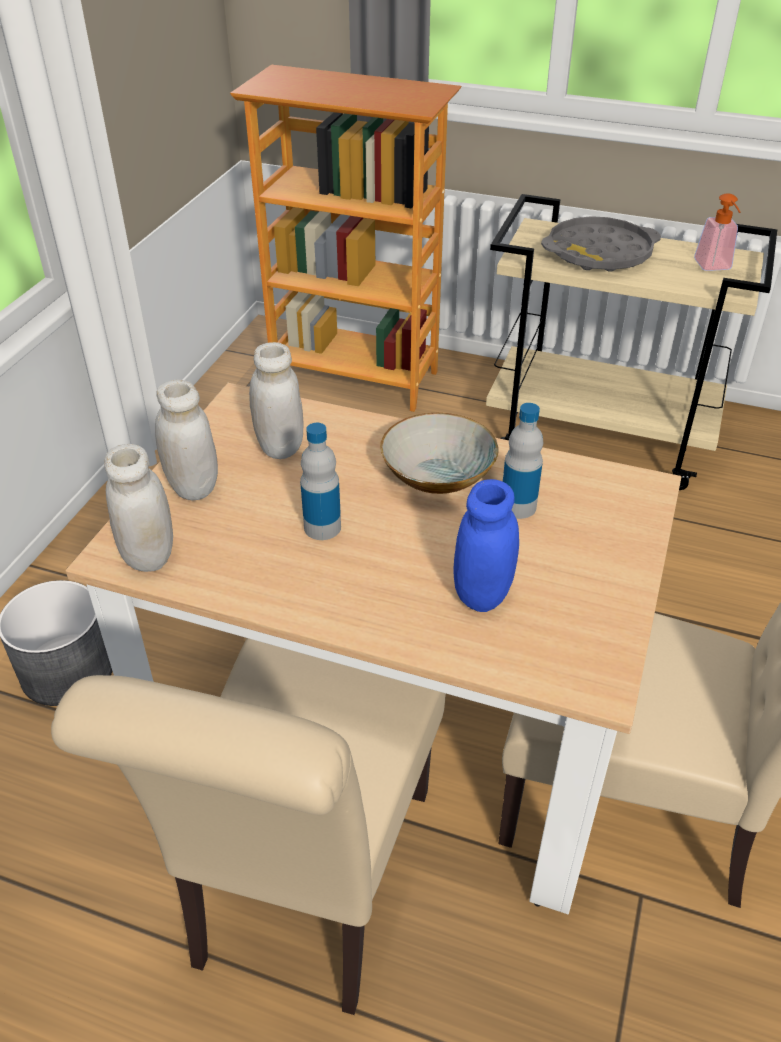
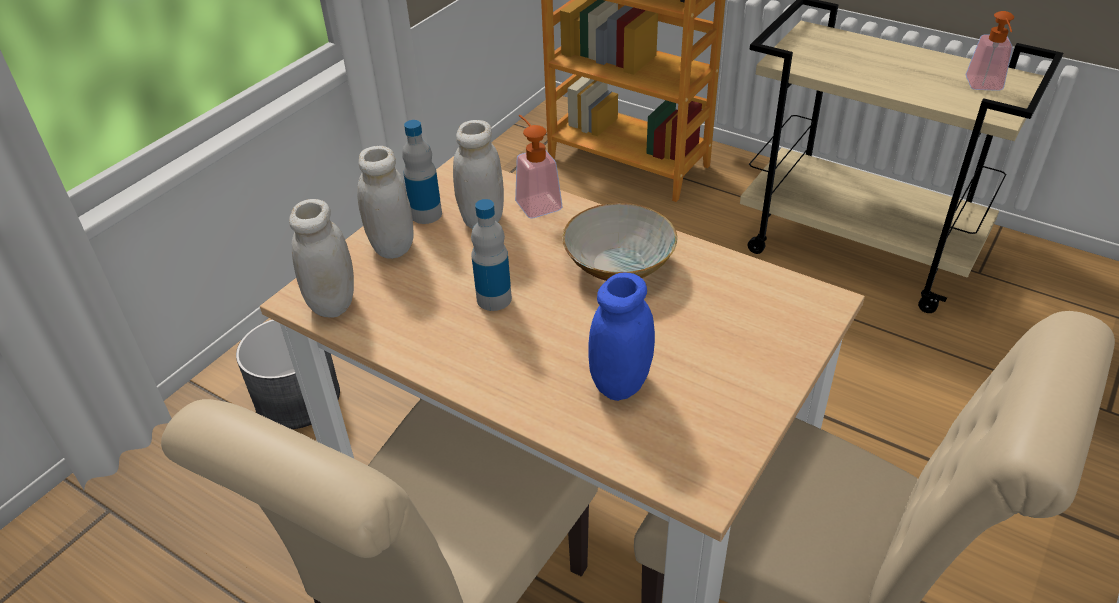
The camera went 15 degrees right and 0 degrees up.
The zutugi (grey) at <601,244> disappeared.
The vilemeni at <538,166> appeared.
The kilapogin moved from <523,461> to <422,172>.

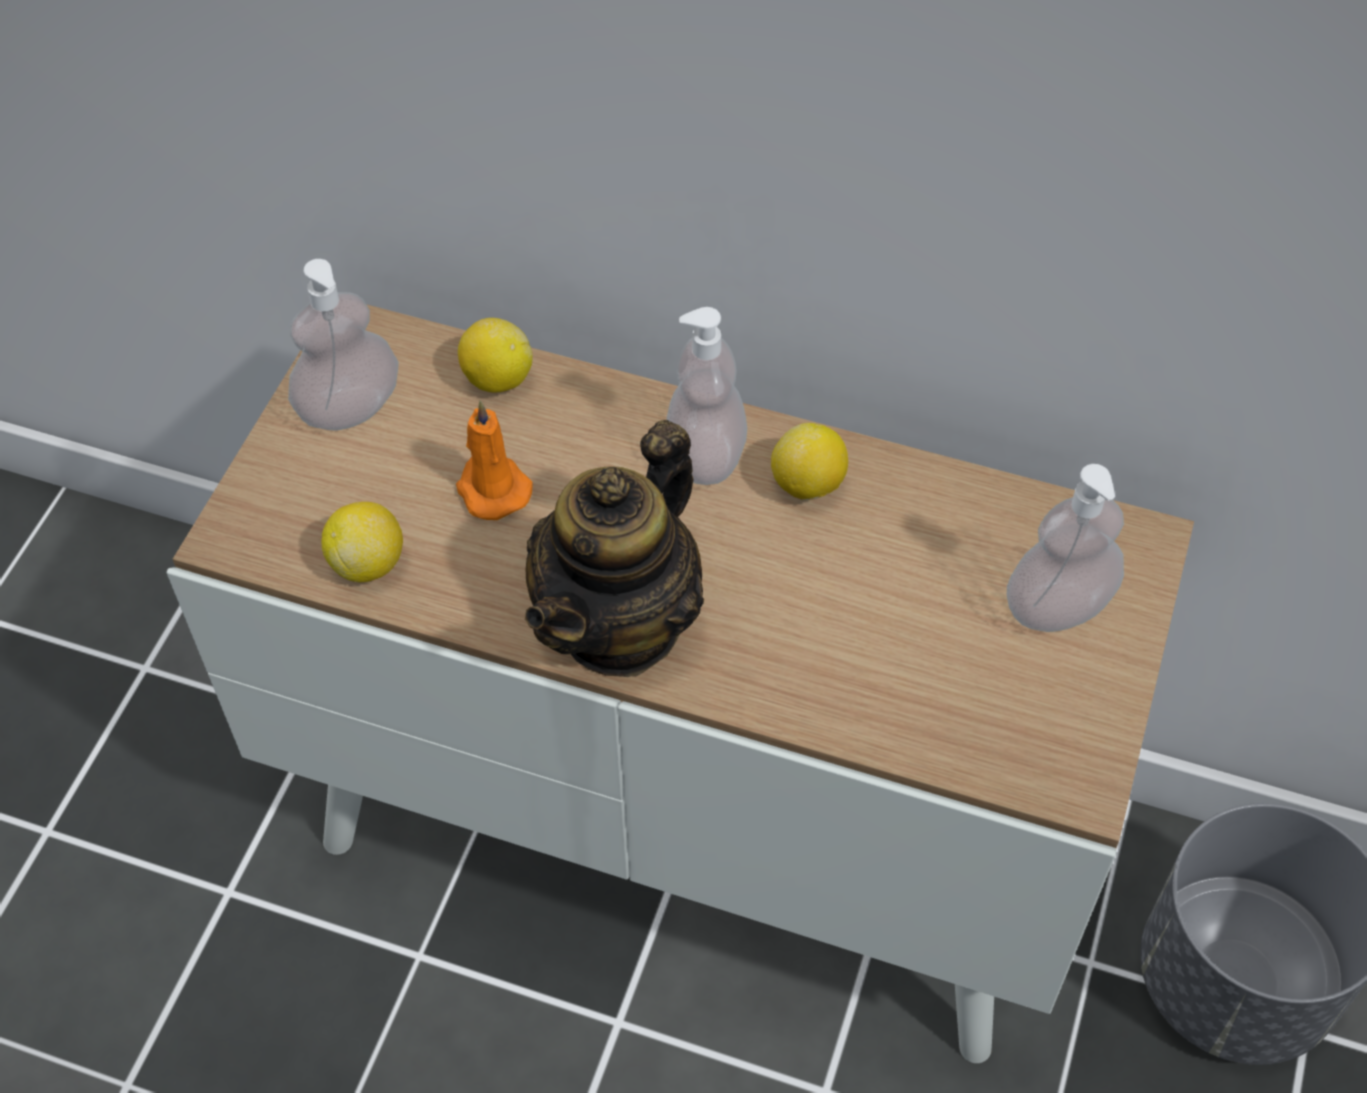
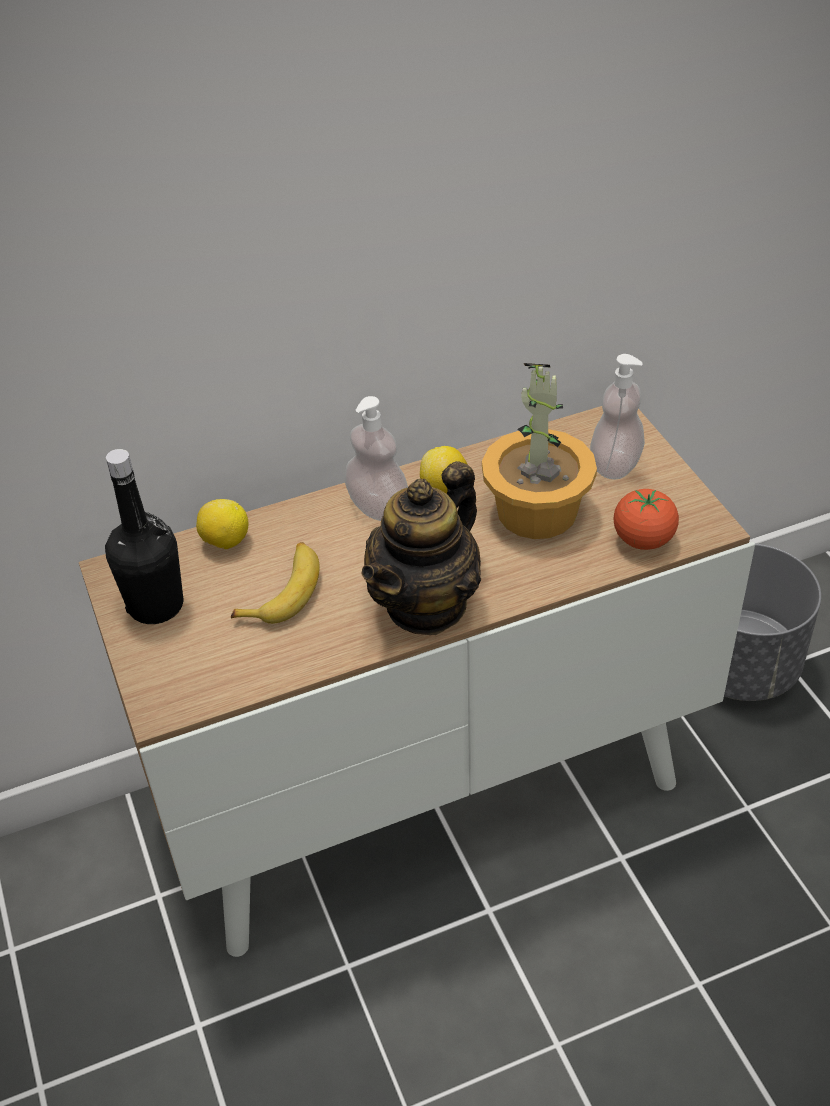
The camera went 40 degrees left and 10 degrees down.
The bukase at <362,542> disappeared.
The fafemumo at <539,451> appeared.
The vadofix at <646,519> appeared.
The vilemeni at <343,344> was replaced by the kilapogin (black) at <144,536>.
The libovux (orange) at <494,460> was replaced by the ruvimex at <275,583>.
The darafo at <614,548> turned 45 degrees clockwise.

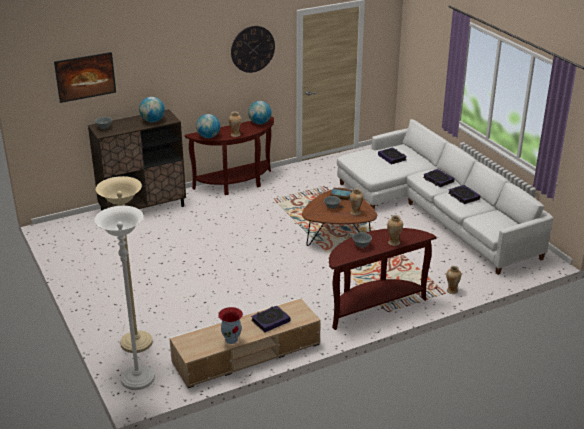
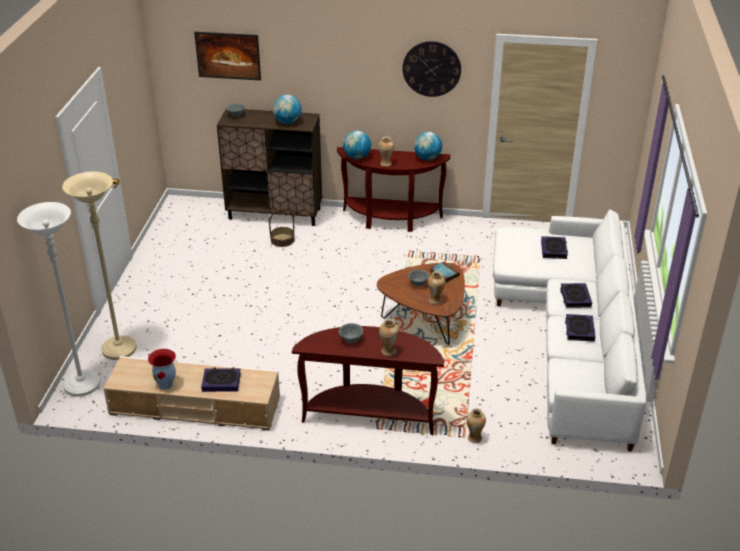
The camera went 35 degrees right and 5 degrees up.
The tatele at <282,227> appeared.

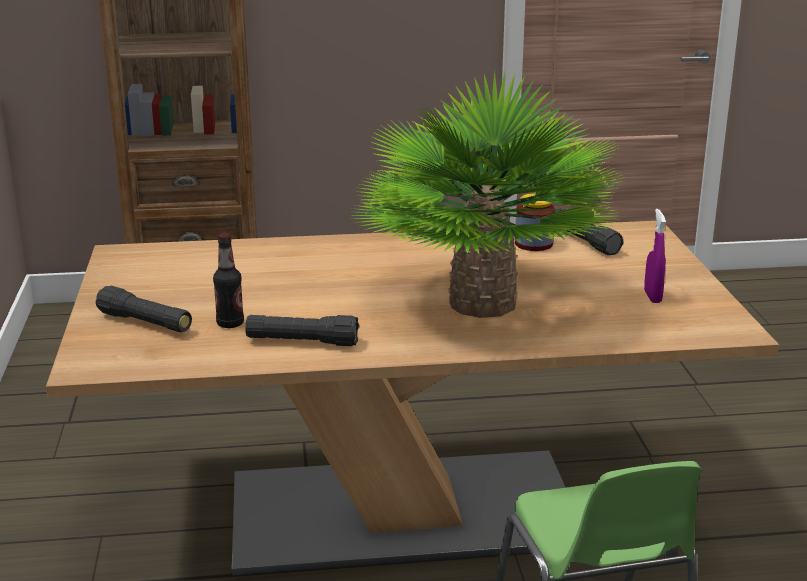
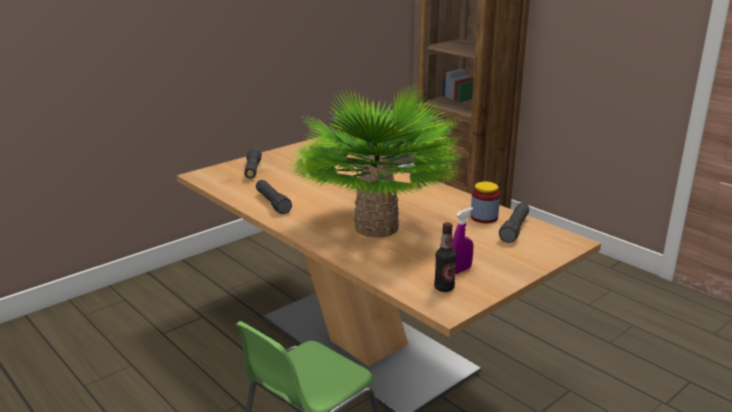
The camera went 55 degrees right and 0 degrees up.
The kilapogin moved from <228,280> to <445,257>.

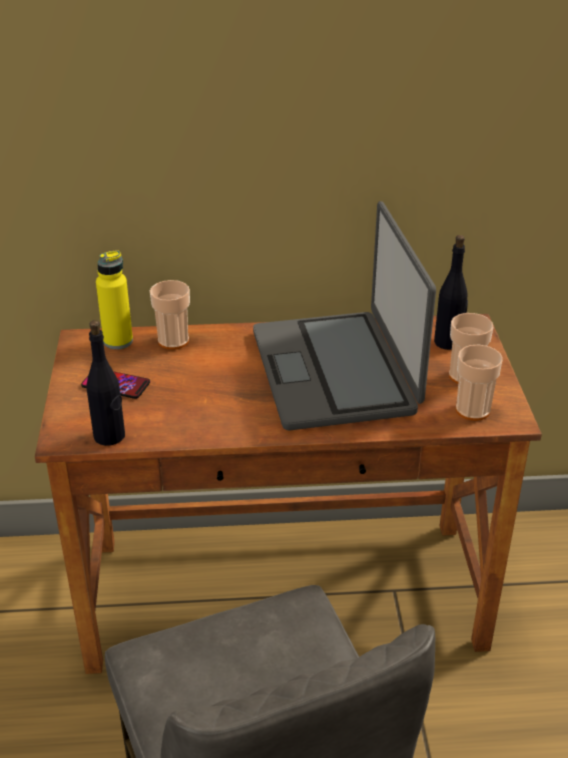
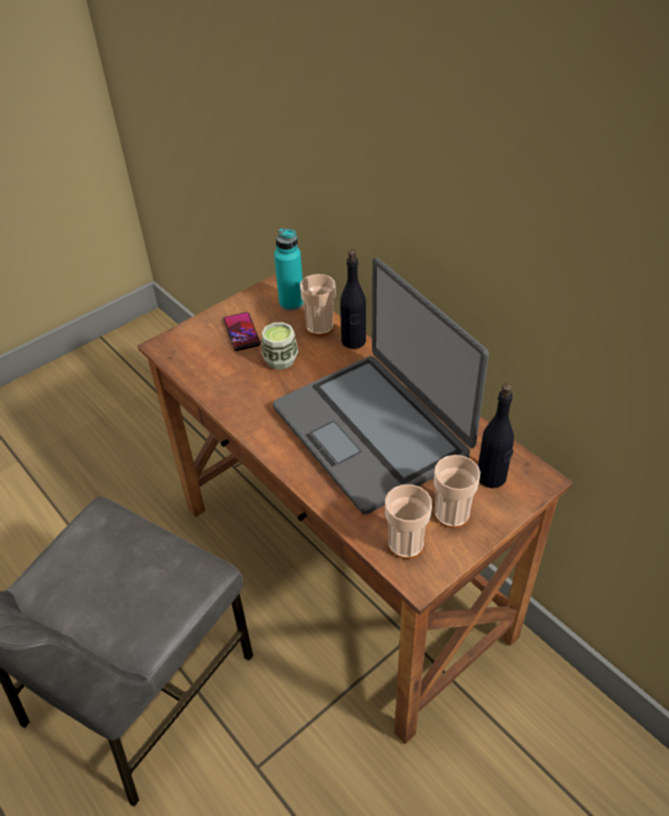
The camera went 55 degrees right and 10 degrees up.
The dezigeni at <280,346> appeared.
The kilapogin (black) moved from <106,383> to <353,299>.
The kilapogin (yellow) at <114,299> became the kilapogin (turquoise) at <289,269>.
The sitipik at <344,315> turned 75 degrees counterclockwise.

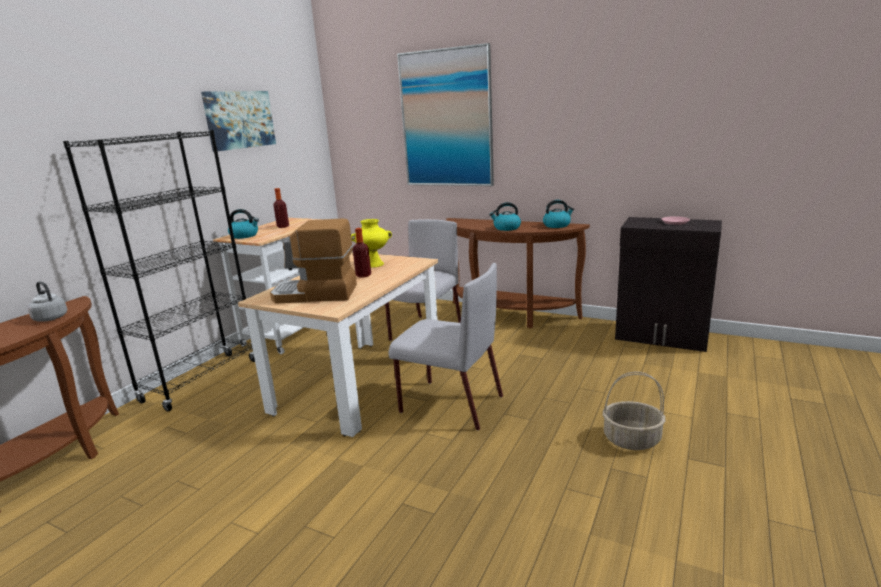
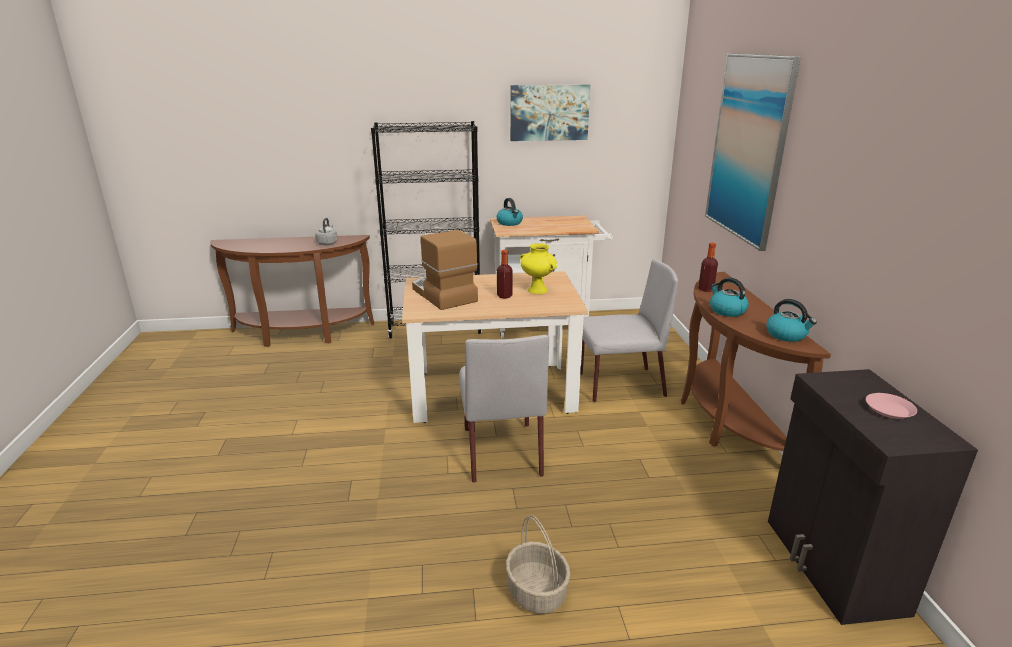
The camera went 55 degrees right and 5 degrees up.
The kilapogin moved from <281,208> to <708,267>.

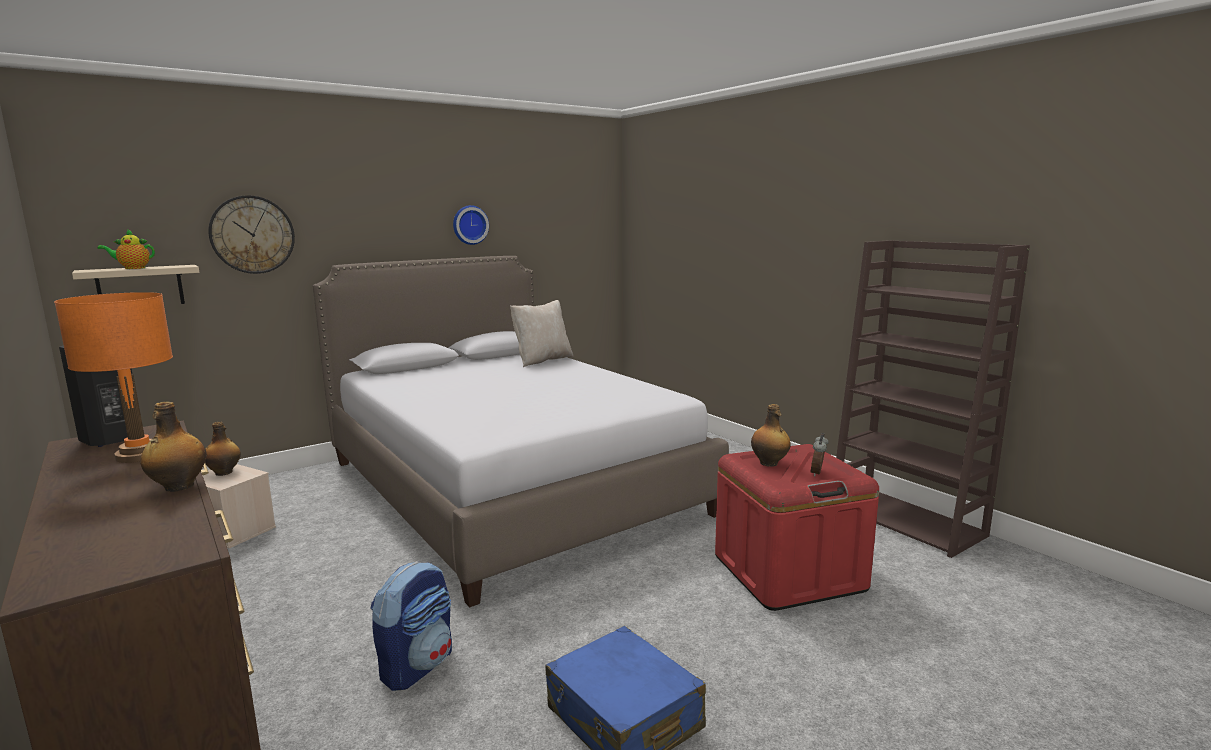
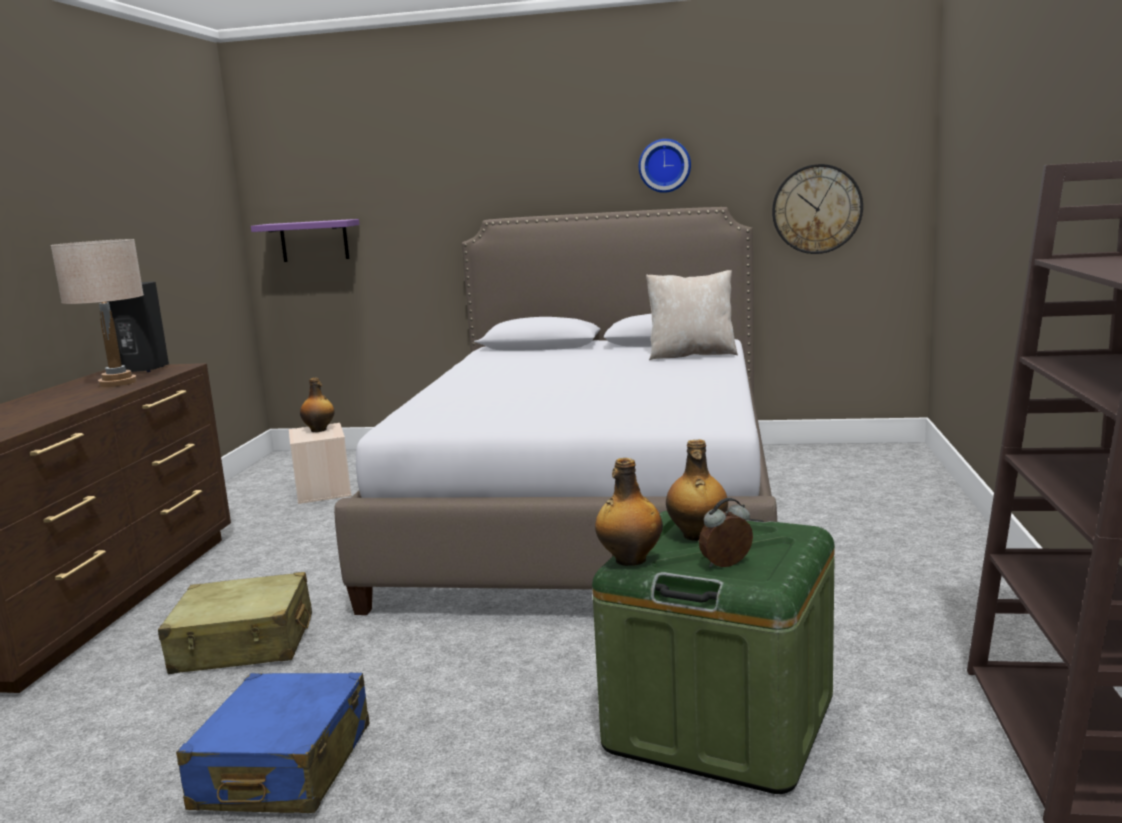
The camera went 45 degrees right and 0 degrees up.
The darafo at <126,249> disappeared.
The kilapogin moved from <173,447> to <629,512>.
The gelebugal moved from <251,234> to <817,209>.
The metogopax at <411,626> was replaced by the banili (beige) at <235,623>.
The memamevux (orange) at <113,377> became the memamevux (beige) at <97,313>.
The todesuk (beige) at <136,284> became the todesuk (purple) at <305,240>.
The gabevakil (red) at <797,527> became the gabevakil (green) at <713,652>.

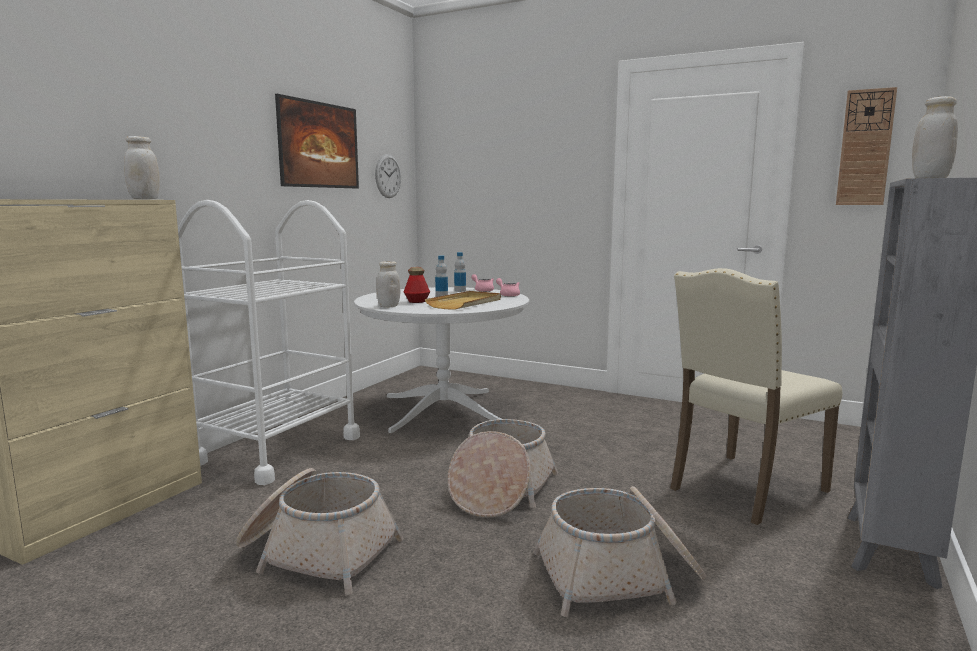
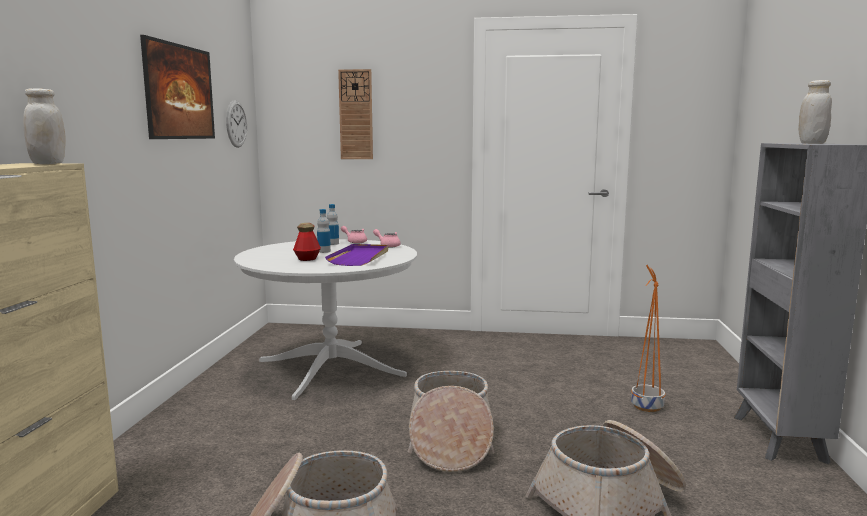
The camera went 20 degrees left and 0 degrees up.
The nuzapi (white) at <269,342> disappeared.
The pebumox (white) at <388,284> disappeared.
The gelebugal moved from <866,146> to <355,114>.
The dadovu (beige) at <756,396> was replaced by the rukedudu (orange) at <648,338>.
The zutugi (beige) at <463,300> became the zutugi (purple) at <356,255>.

